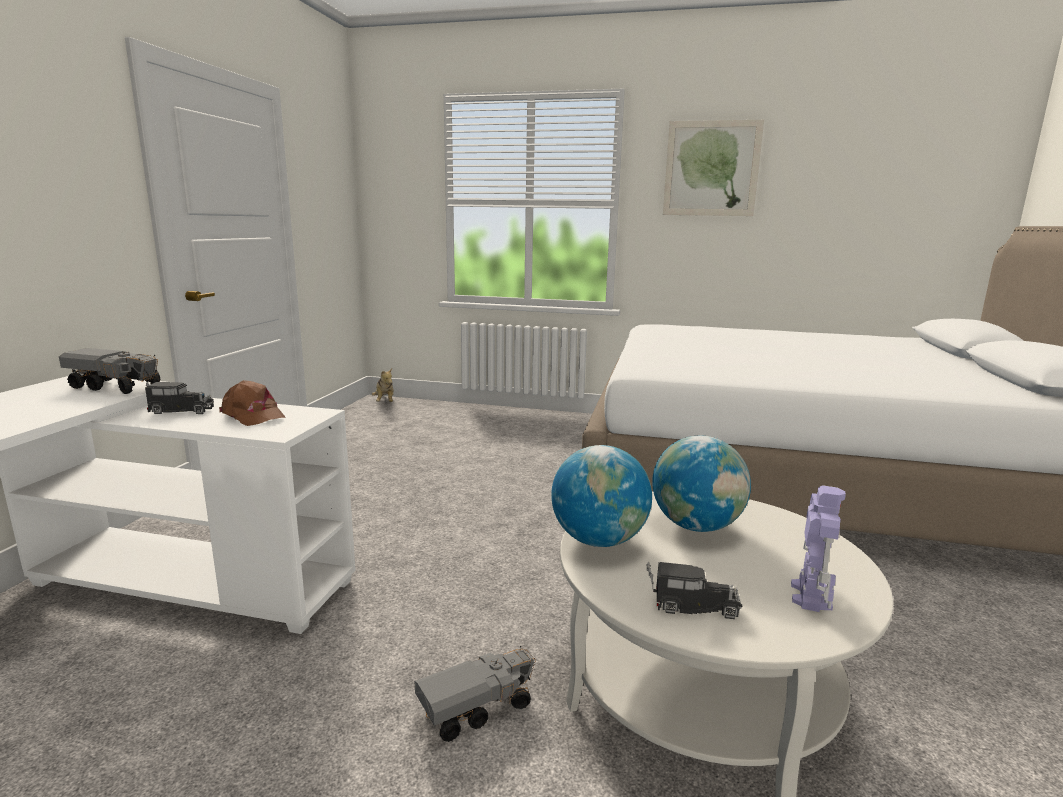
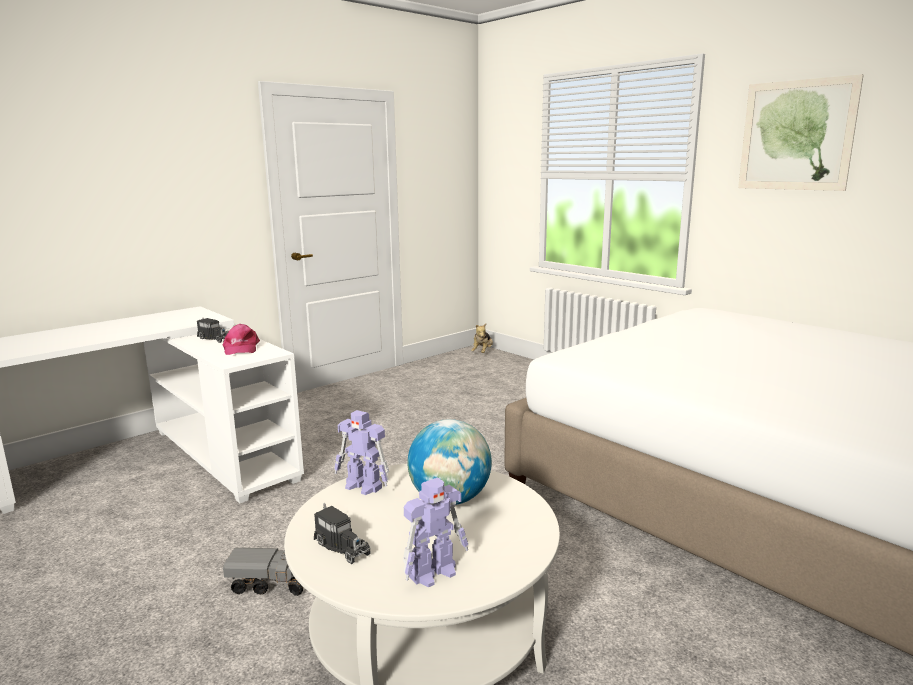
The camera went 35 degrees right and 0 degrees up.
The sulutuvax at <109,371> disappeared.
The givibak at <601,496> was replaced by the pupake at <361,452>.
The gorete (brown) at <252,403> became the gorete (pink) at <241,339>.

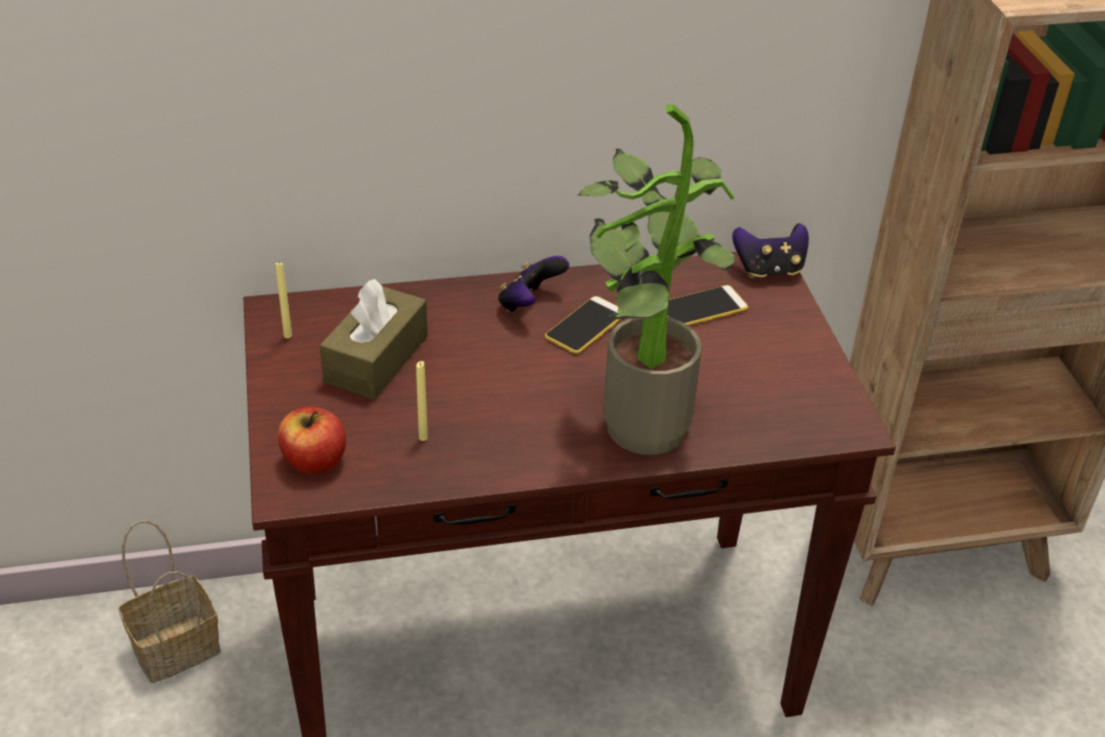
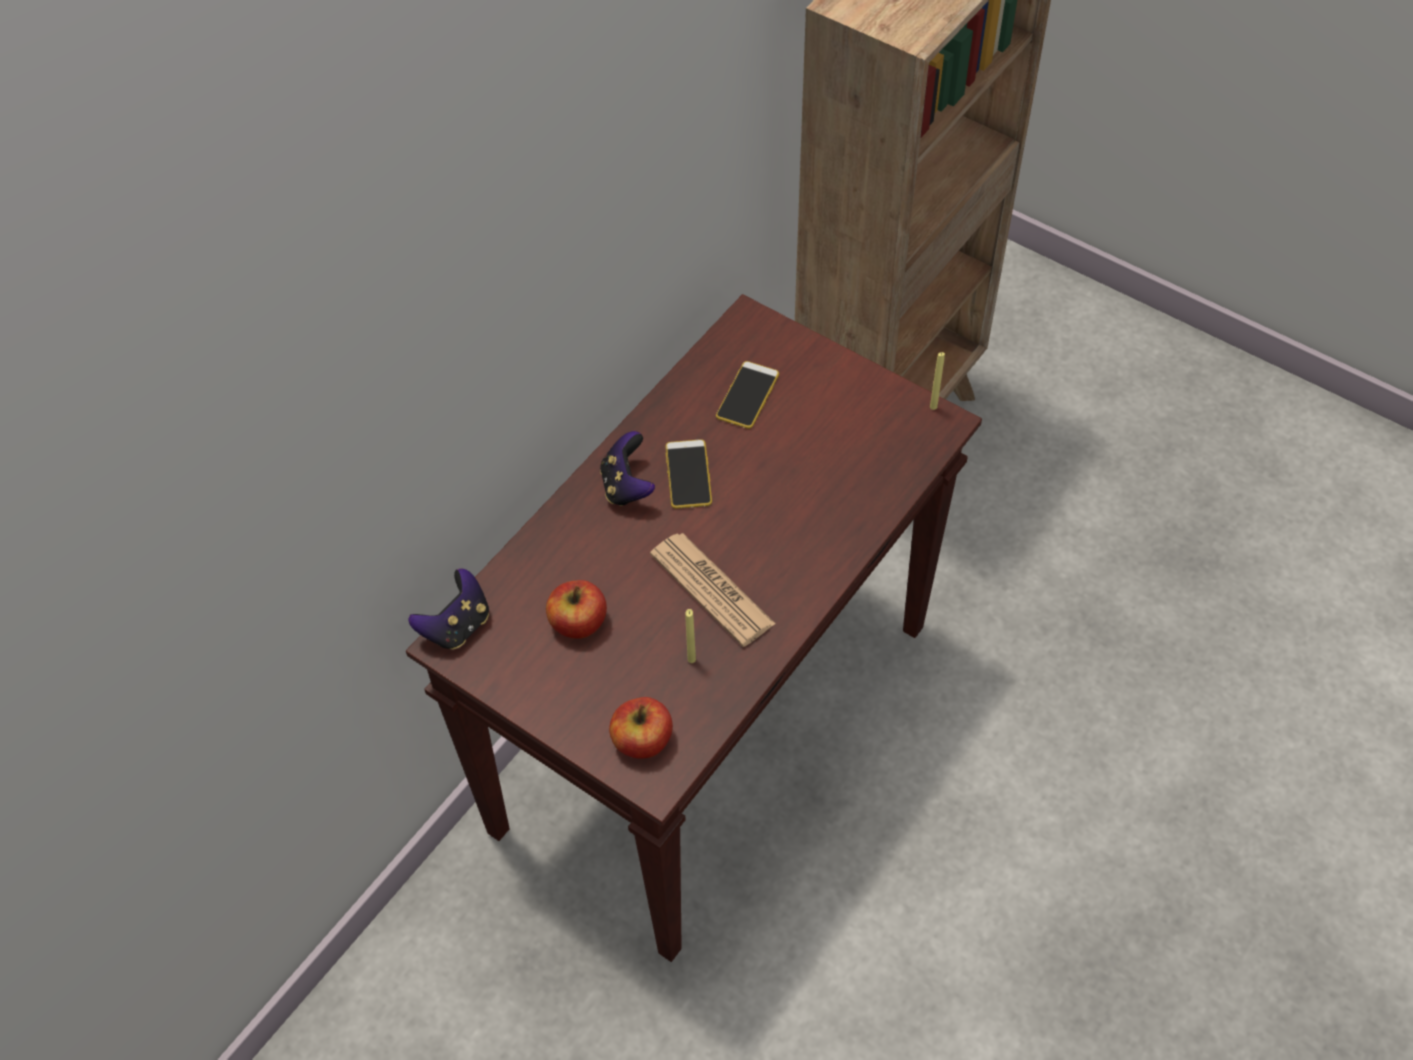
The camera went 40 degrees left and 15 degrees up.
The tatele at <169,601> disappeared.
The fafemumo at <656,279> disappeared.
The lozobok at <712,590> appeared.
The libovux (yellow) moved from <284,301> to <937,381>.
The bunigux moved from <770,250> to <448,609>.
The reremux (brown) at <373,339> was replaced by the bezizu at <576,609>.

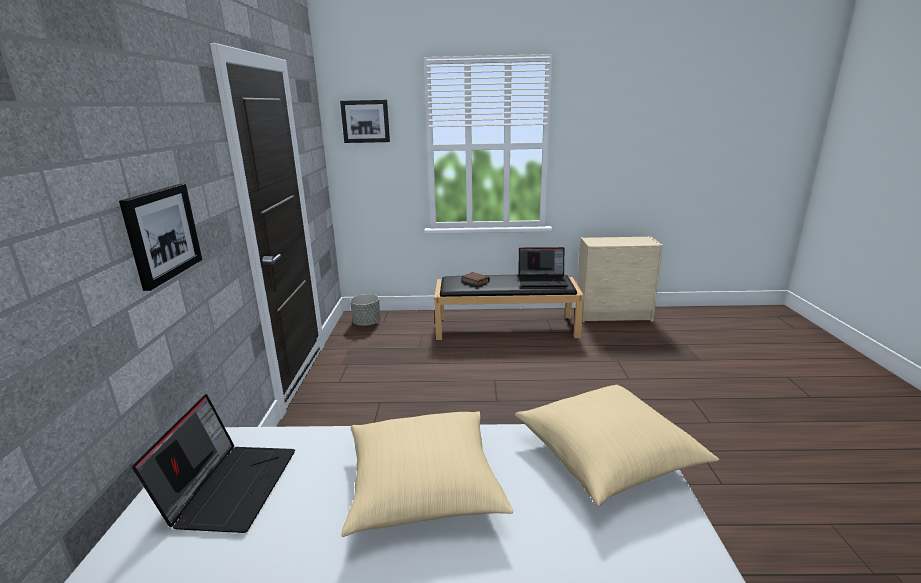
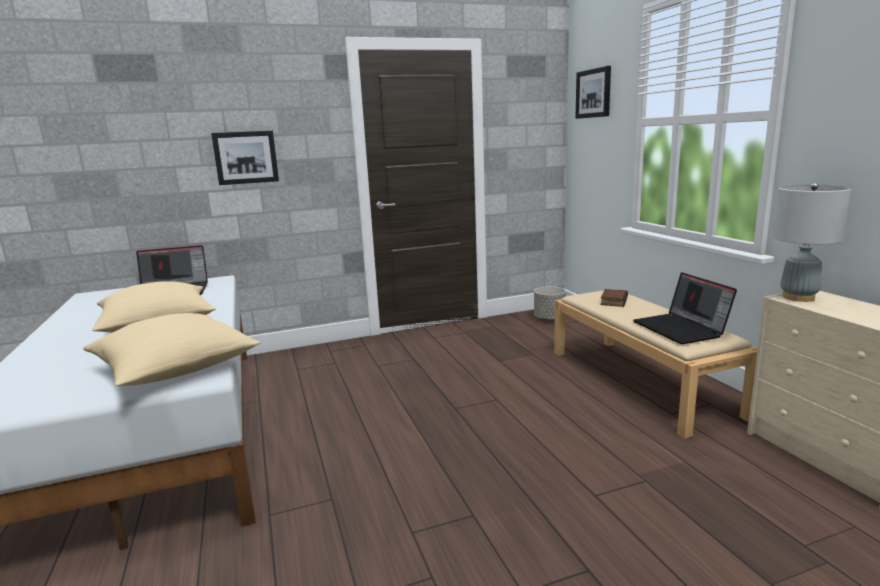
The camera went 70 degrees right and 5 degrees down.
The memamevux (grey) at <812,242> appeared.
The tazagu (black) at <509,307> became the tazagu (beige) at <656,364>.

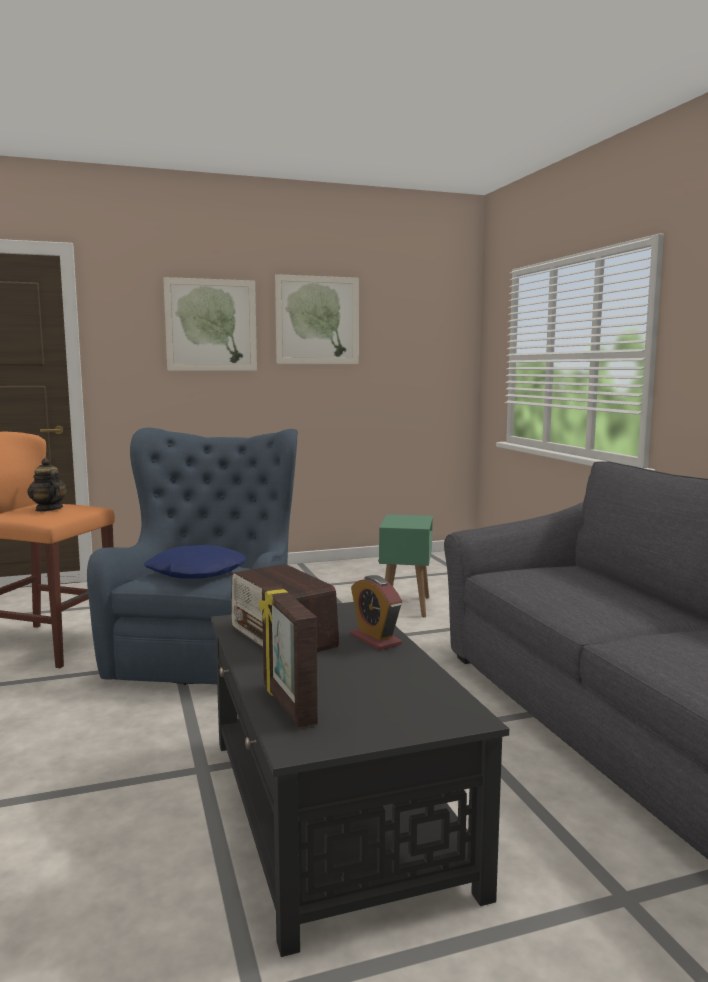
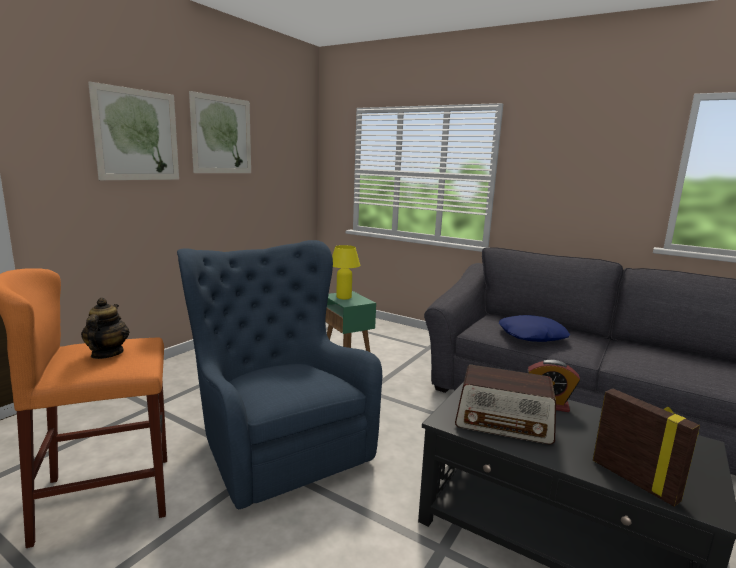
The camera went 40 degrees left and 5 degrees up.
The memamevux (yellow) at <346,272> appeared.
The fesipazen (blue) moved from <195,562> to <534,328>.
The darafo at <47,485> turned 75 degrees clockwise.
The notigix at <288,657> turned 150 degrees counterclockwise.

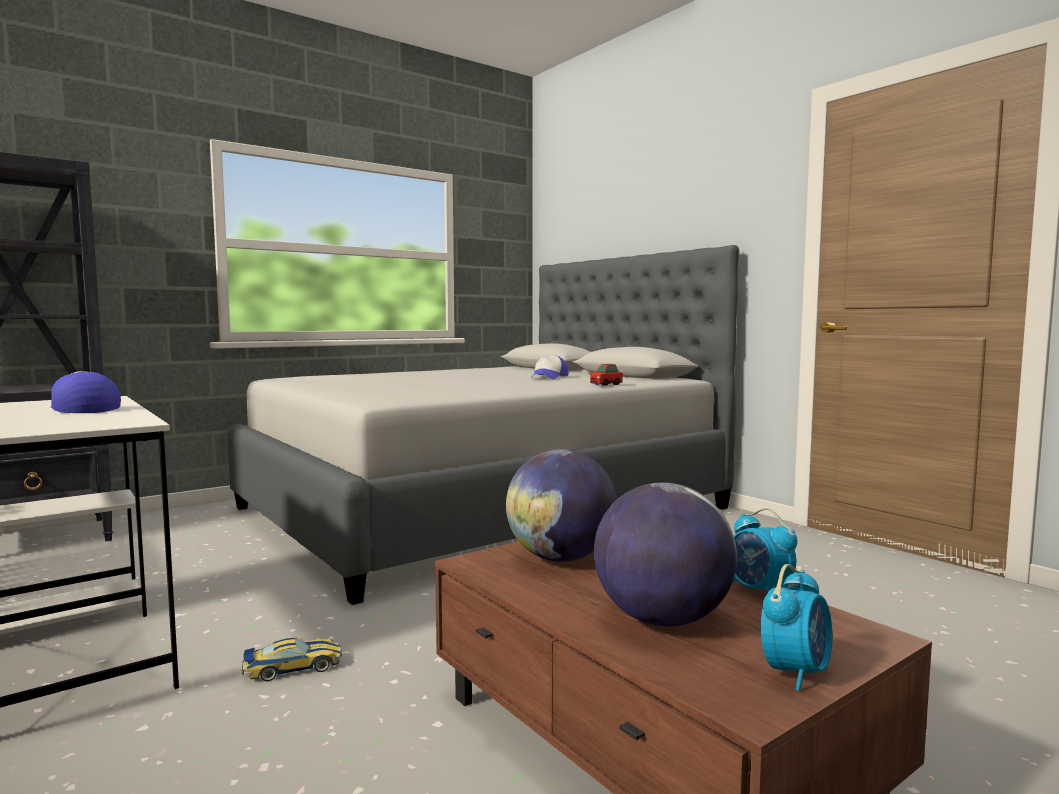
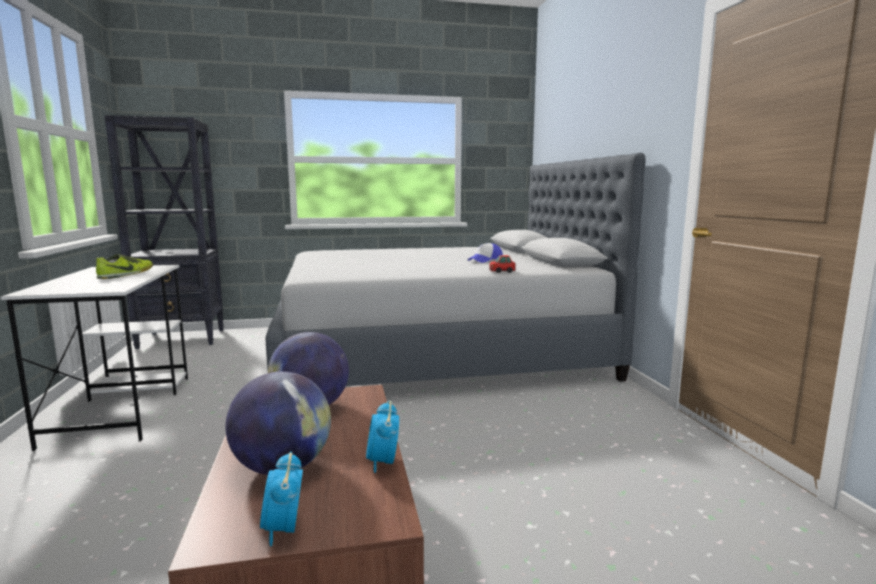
The camera went 25 degrees right and 5 degrees up.
The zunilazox at <292,659> disappeared.
The gorete at <85,392> was replaced by the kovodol at <124,266>.
The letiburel at <796,627> turned 105 degrees clockwise.

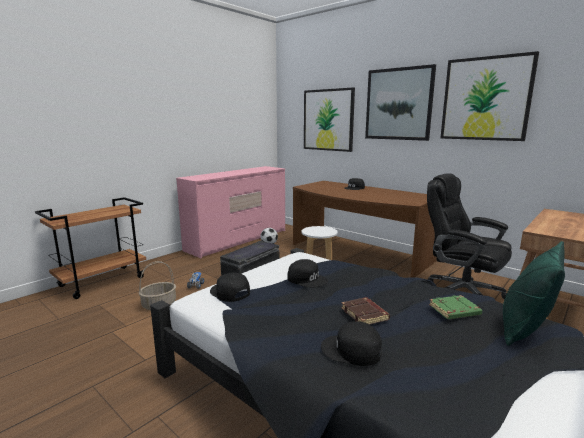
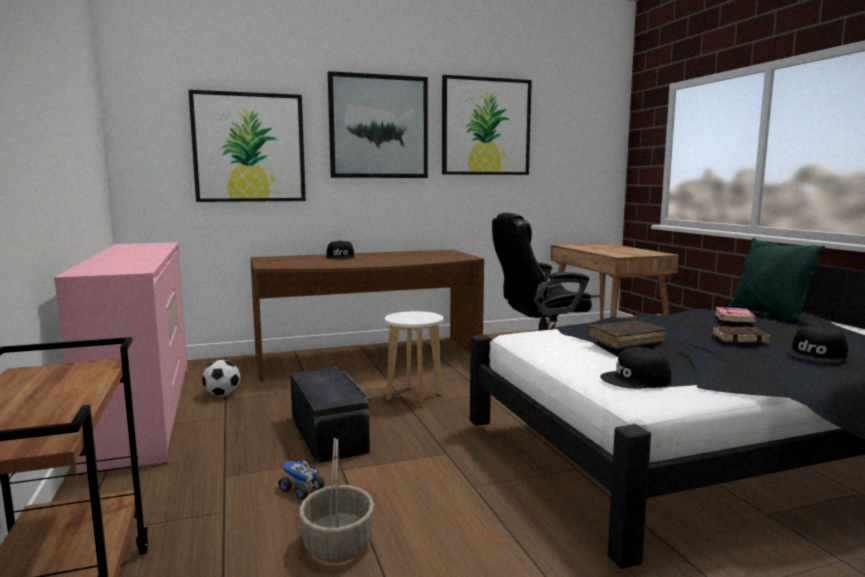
The camera went 60 degrees left and 5 degrees down.
The gorete (black) at <307,273> was replaced by the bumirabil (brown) at <626,335>.
The bumirabil (green) at <455,307> became the bumirabil (pink) at <735,315>.

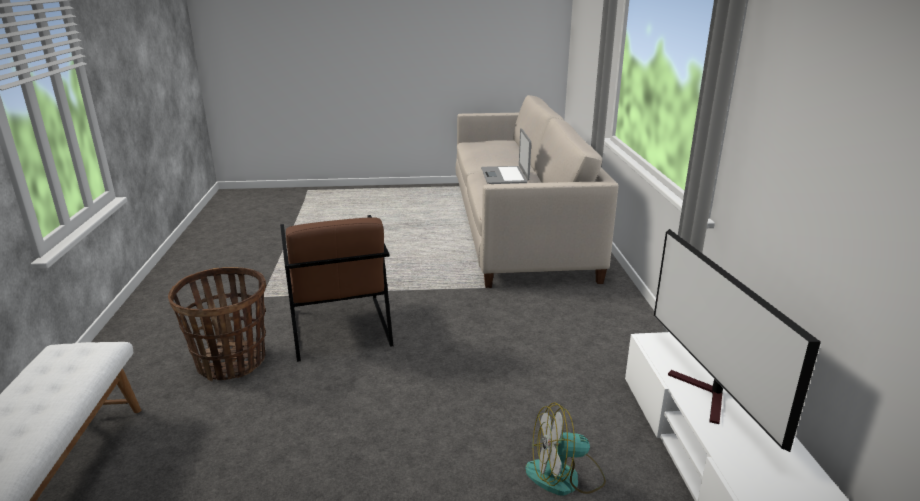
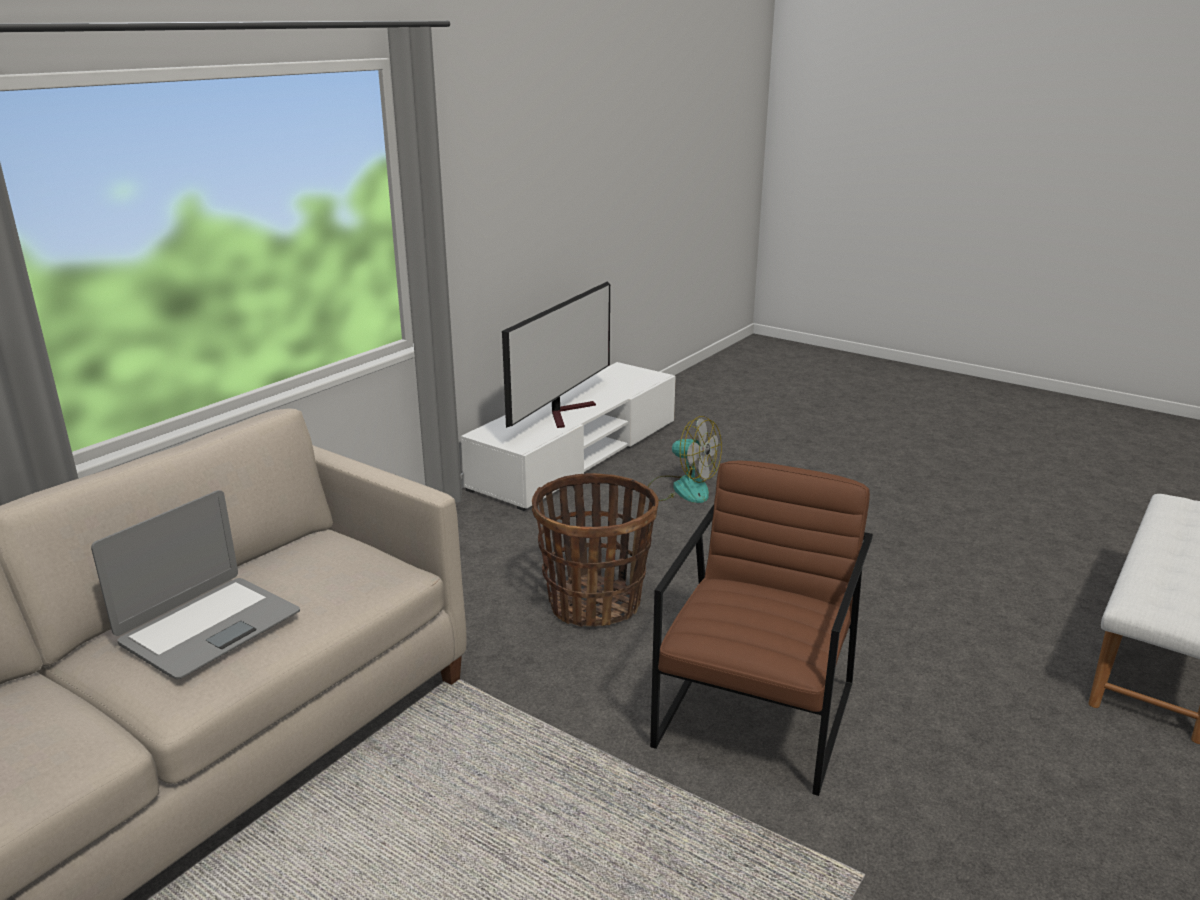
The camera went 140 degrees left and 0 degrees up.
The tatele moved from <217,324> to <595,550>.

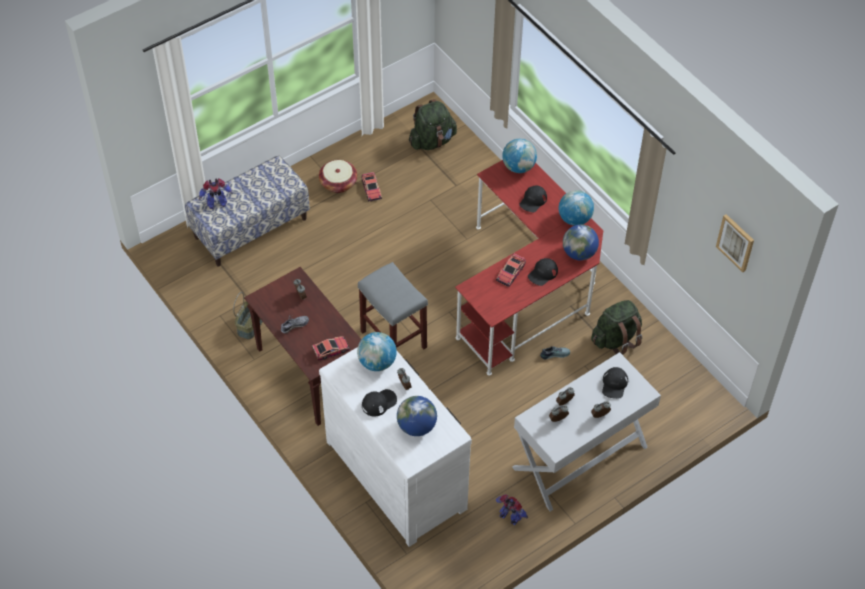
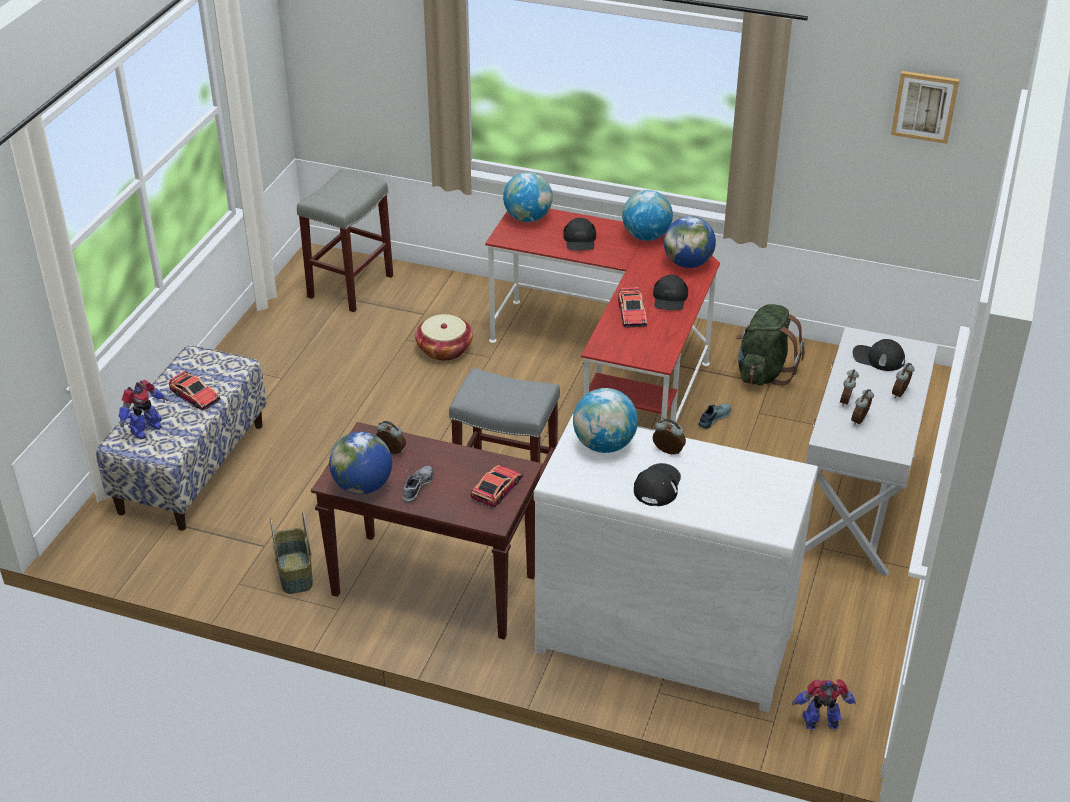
The camera went 35 degrees left and 15 degrees down.
The tatele moved from <338,176> to <444,337>.
The zunilazox moved from <372,187> to <195,390>.
The givibak moved from <417,416> to <360,463>.
The pupake moved from <512,509> to <824,704>.
The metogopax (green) at <433,124> was replaced by the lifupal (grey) at <345,240>.
The gorete (black) at <615,383> turned 135 degrees clockwise.

